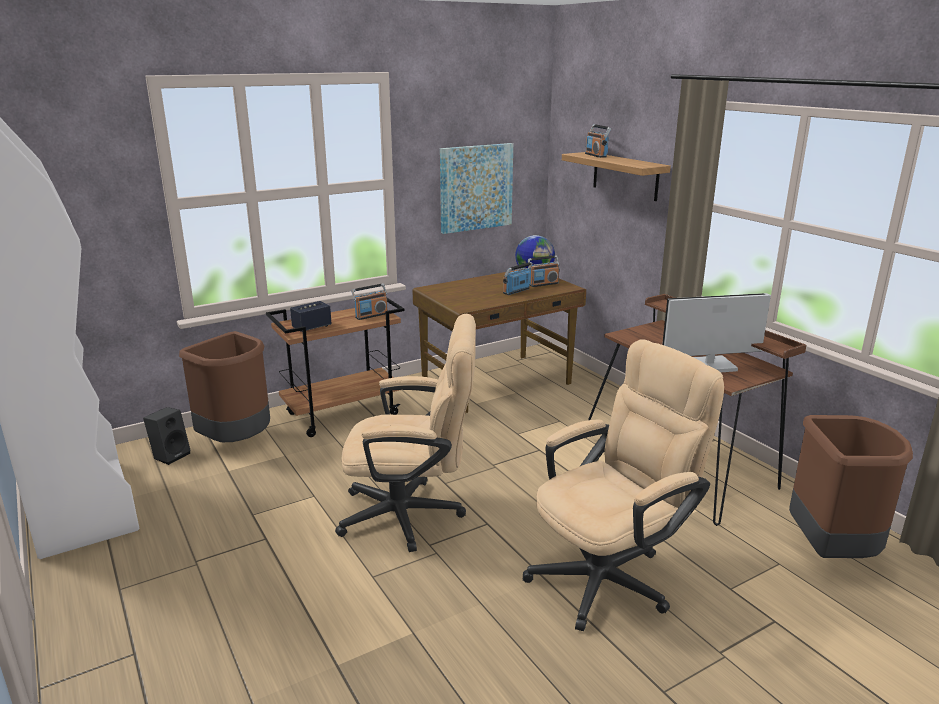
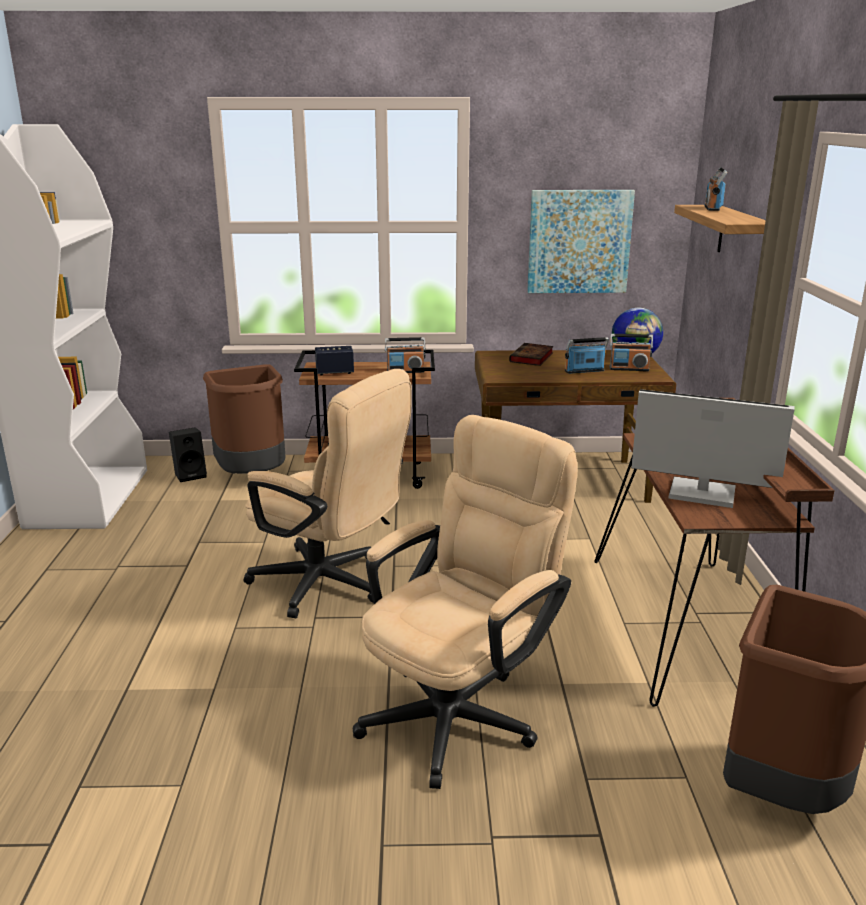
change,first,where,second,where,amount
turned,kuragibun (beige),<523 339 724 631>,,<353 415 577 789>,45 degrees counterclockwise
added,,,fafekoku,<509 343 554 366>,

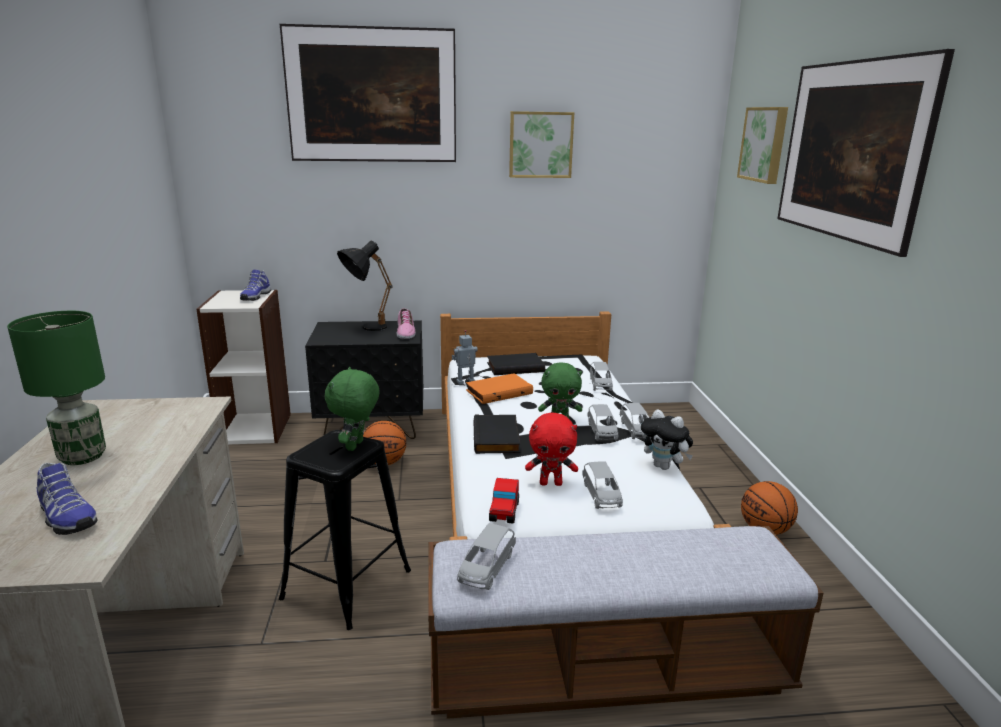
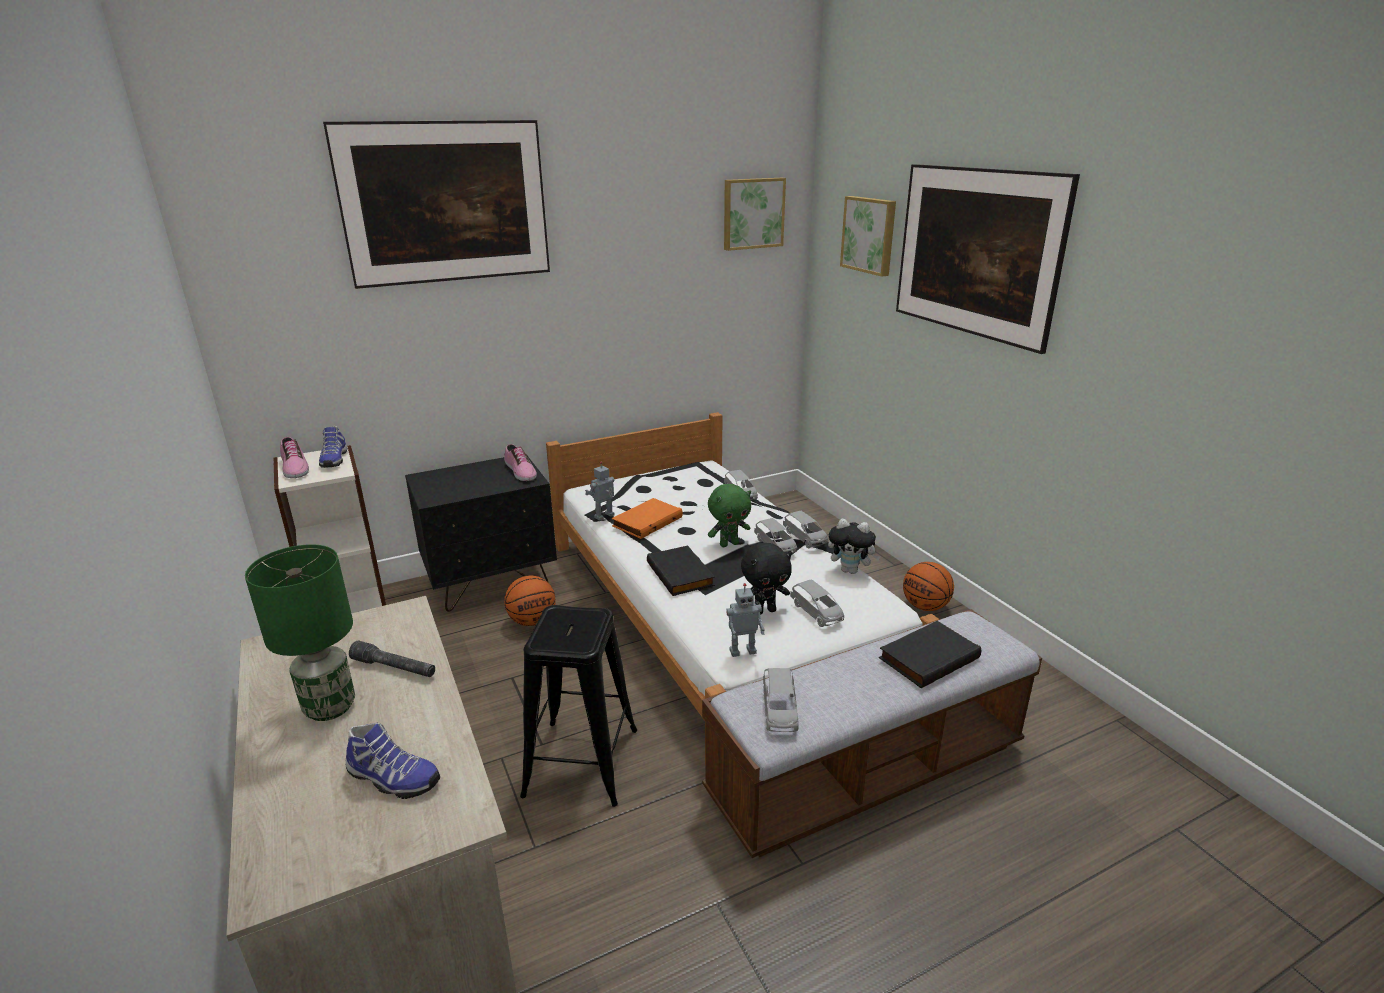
change,first,where,second,where,amount
removed,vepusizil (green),<325 367 380 451>,,,
removed,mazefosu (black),<337 241 392 331>,,,
moved,fafekoku (black),<487 353 545 375>,,<879 621 981 688>,
replaced,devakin,<489 478 519 524>,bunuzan,<726 583 765 657>,
moved,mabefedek,<509 111 574 178>,,<724 178 786 251>,
recoloured,vepusizil (red),<525 413 578 486>,vepusizil (black),<741 543 792 615>,
added,,,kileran,<280 437 309 478>,
added,,,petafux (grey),<349 641 435 677>,

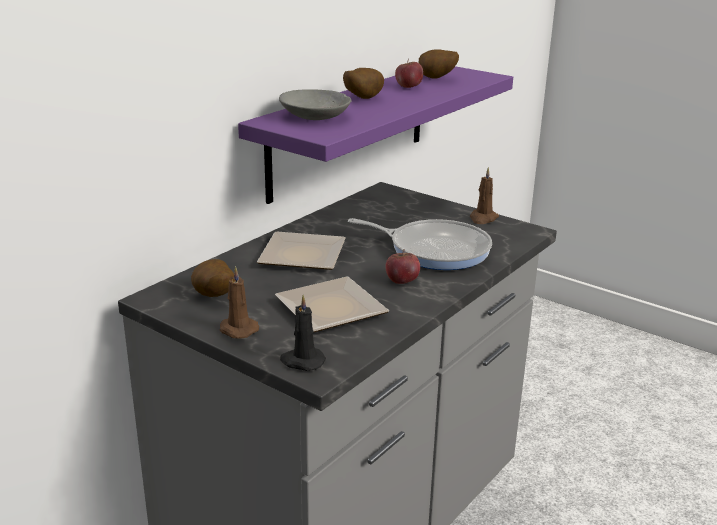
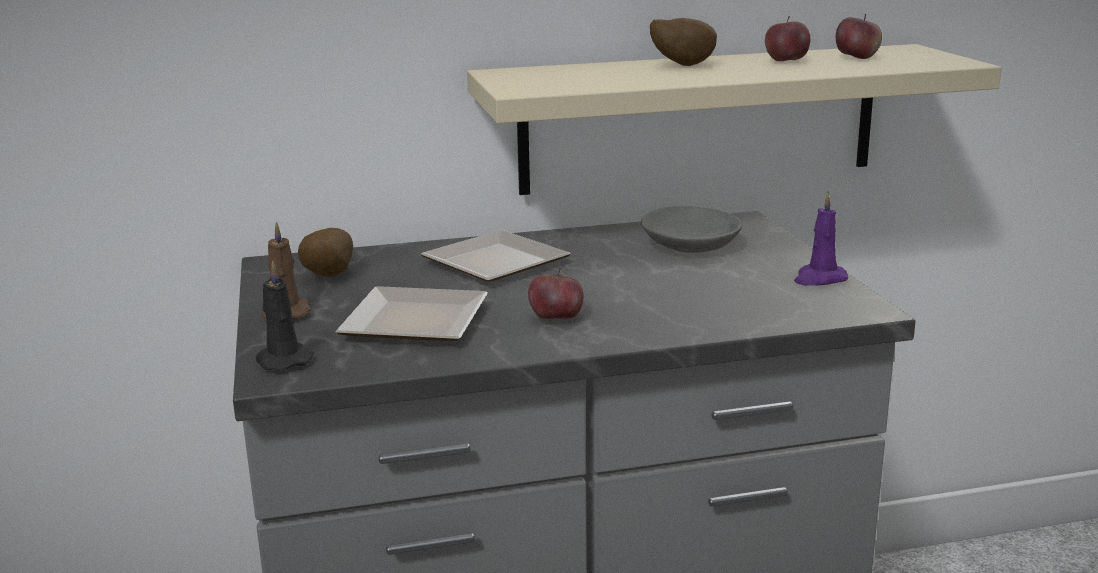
change,first,where,second,where,amount
recoloured,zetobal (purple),<238 66 513 204>,zetobal (beige),<467 44 1002 195>,
moved,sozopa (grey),<279 89 352 120>,,<641 206 742 253>,
removed,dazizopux,<348 218 492 270>,,,
replaced,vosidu,<419 49 459 78>,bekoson,<836 14 882 59>,
recoloured,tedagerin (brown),<470 167 499 224>,tedagerin (purple),<794 192 848 286>,

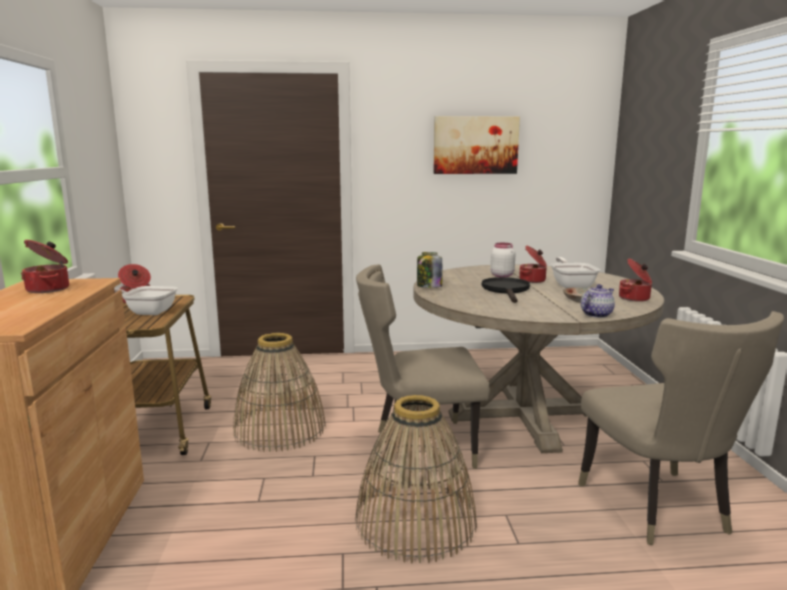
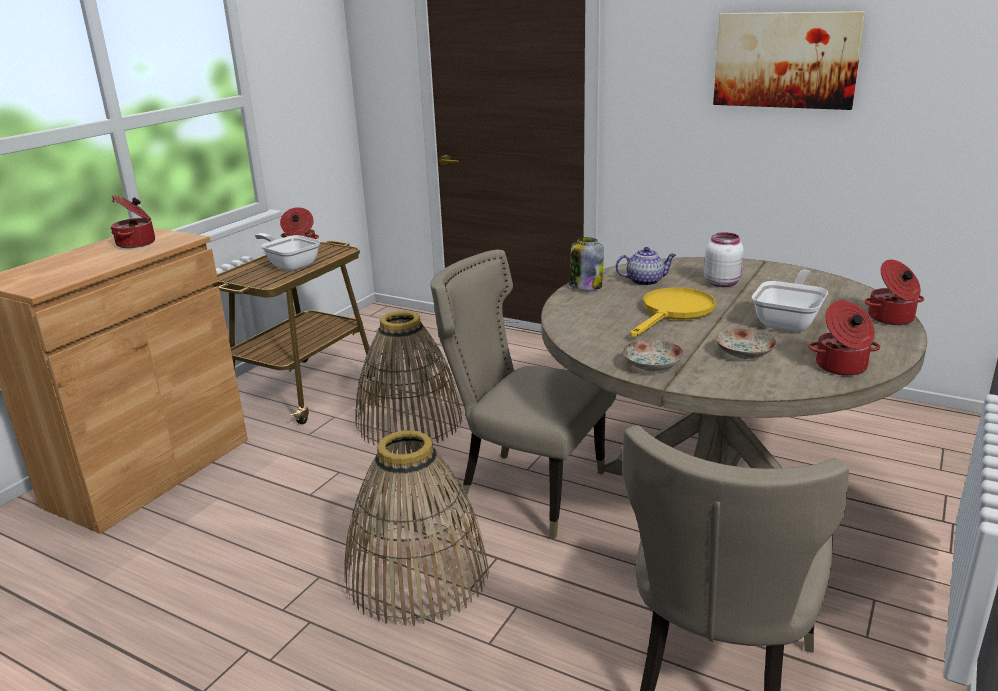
change,first,where,second,where,amount
recoloured,dazizopux (black),<482 277 530 303>,dazizopux (yellow),<630 287 715 337>,
moved,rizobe,<519 245 547 283>,,<864 260 924 325>,
moved,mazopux,<581 284 615 318>,,<616 247 676 286>,
added,,,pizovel,<623 340 684 371>,

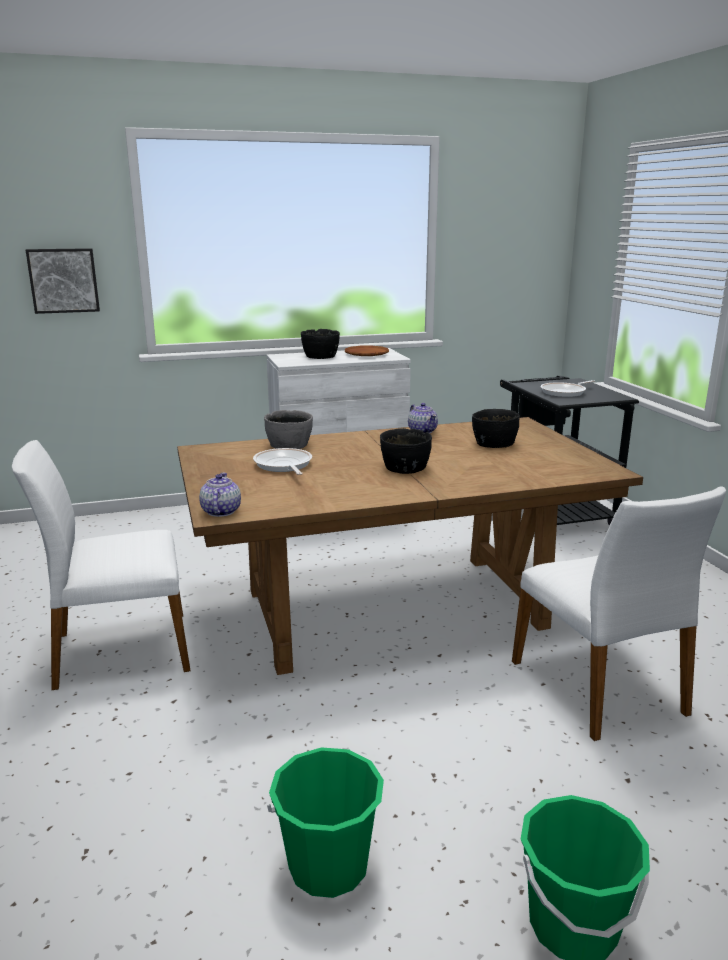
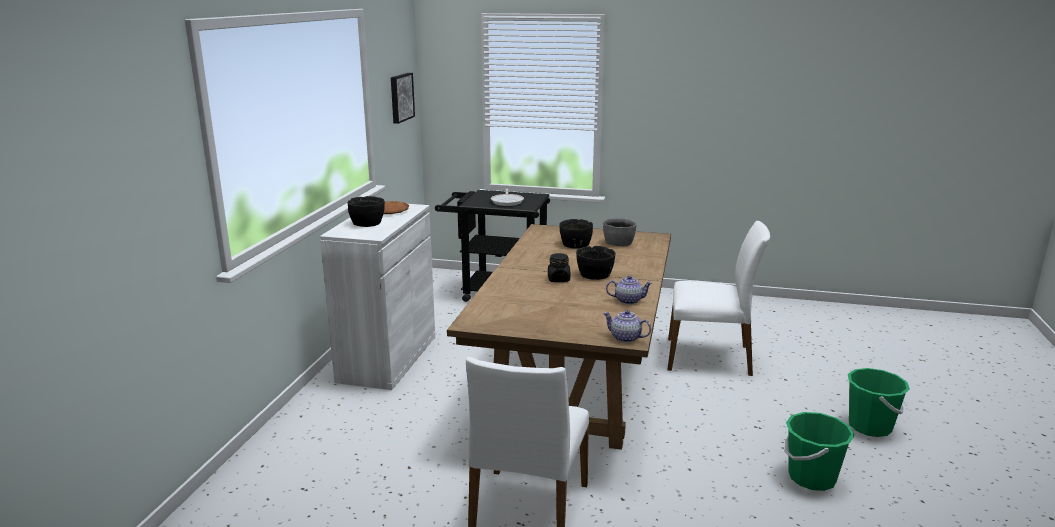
change,first,where,second,where,amount
moved,mabefedek,<26 248 100 314>,,<391 73 415 124>,
removed,dazizopux,<253 448 312 475>,,,
moved,sozopa (grey),<264 410 313 449>,,<603 218 637 246>,
moved,mazopux,<408 403 438 433>,,<606 276 652 305>,
added,,,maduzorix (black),<548 253 570 282>,

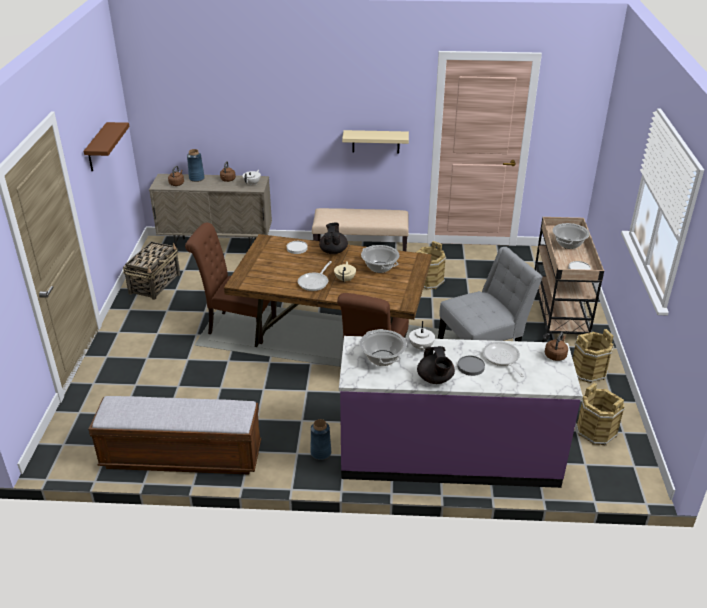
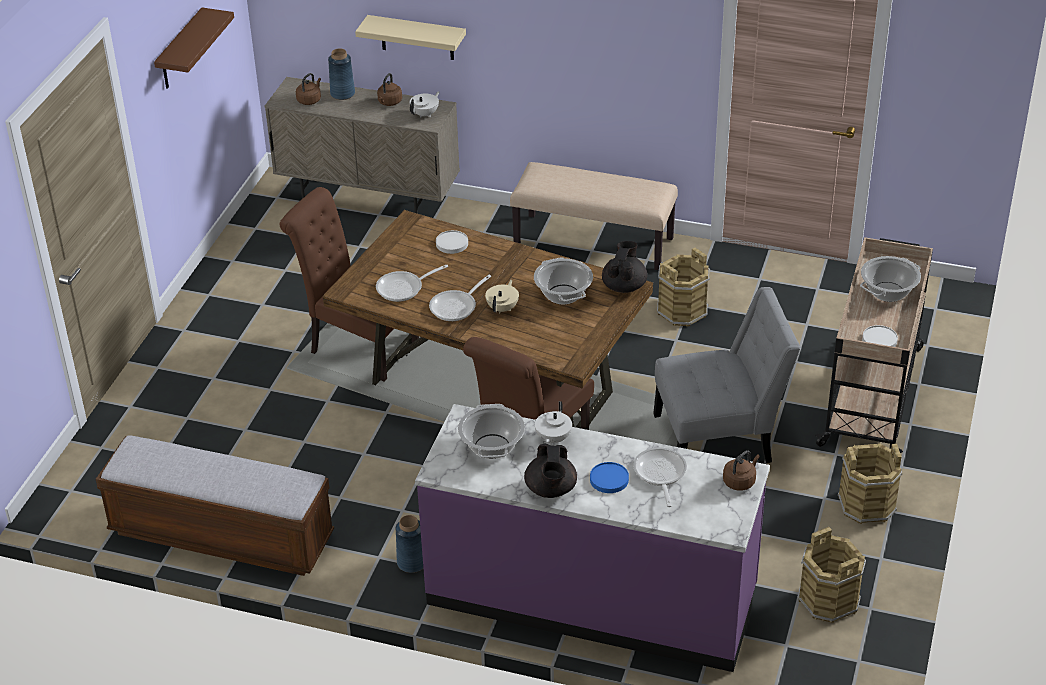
change,first,where,second,where,amount
removed,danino,<123 241 180 300>,,,
moved,mazopux (black),<319 223 348 254>,,<602 241 647 293>,
moved,zetobal (beige),<342 130 409 153>,,<355 15 466 60>,
recoloured,pizovel (grey),<457 355 485 376>,pizovel (blue),<590 462 629 493>,
added,,,dazizopux,<376 264 448 302>,

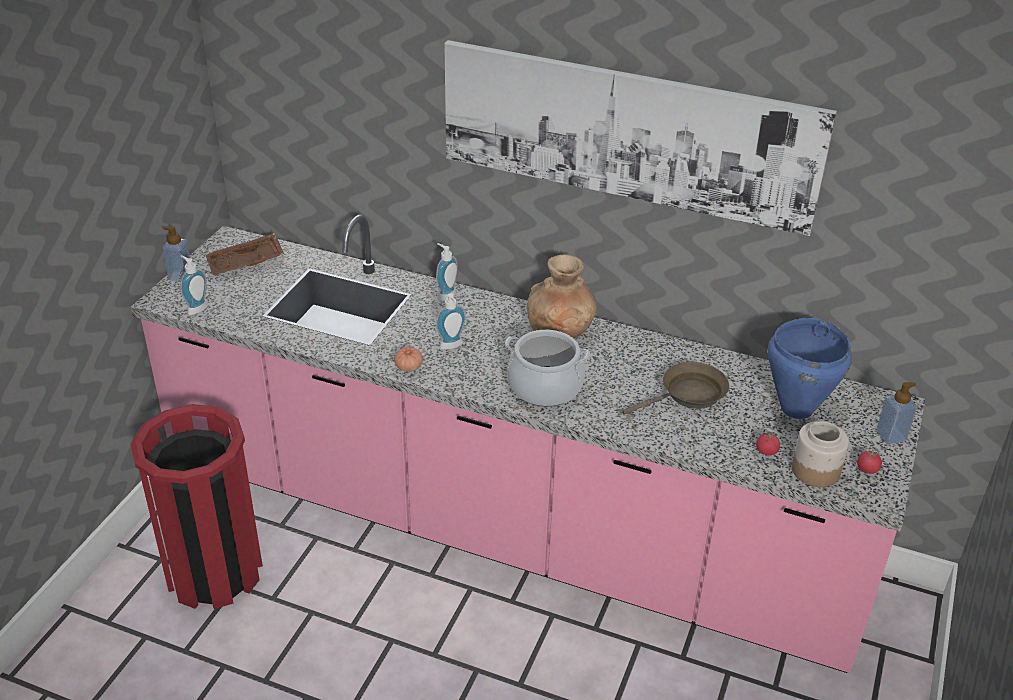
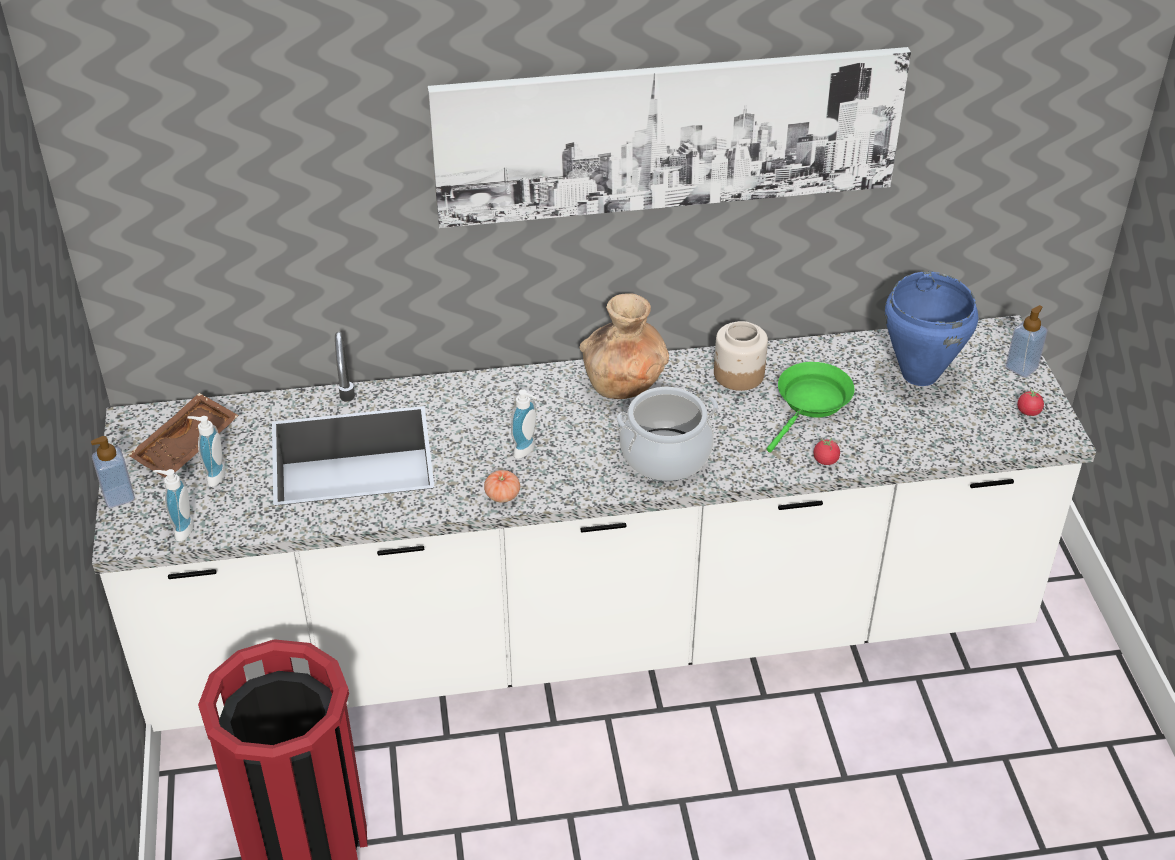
change,first,where,second,where,amount
recoloured,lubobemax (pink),<131 215 925 673>,lubobemax (white),<92 315 1096 732>,
moved,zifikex,<436 243 458 302>,,<187 416 225 487>,
recoloured,dazizopux (brown),<622 362 729 415>,dazizopux (green),<767 362 855 453>,
moved,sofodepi,<756 431 780 455>,,<814 438 840 465>,
moved,maduzorix,<792 421 849 487>,,<714 321 768 391>,

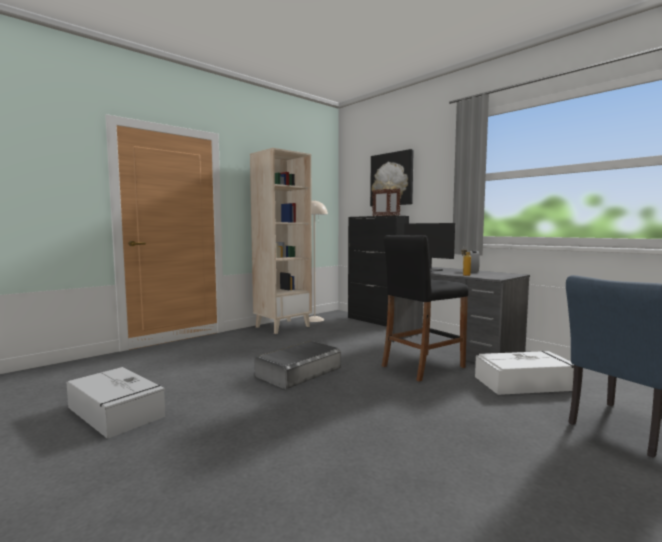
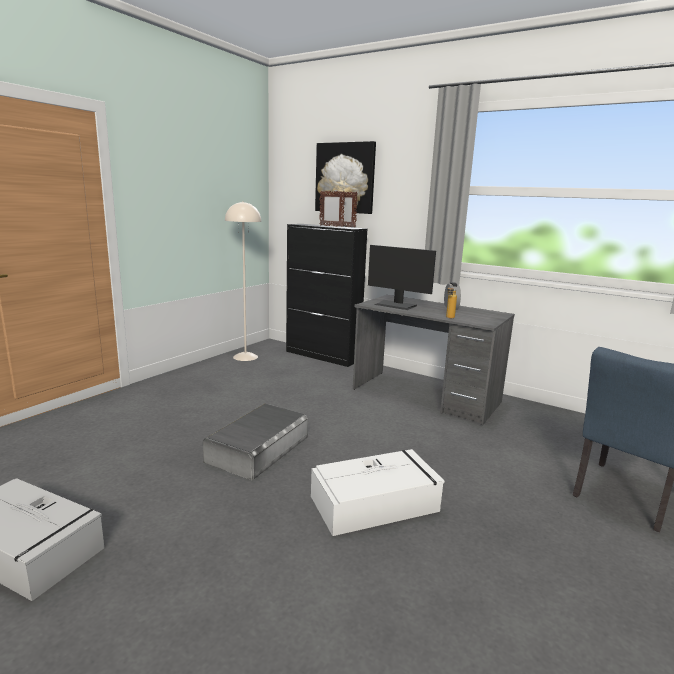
change,first,where,second,where,amount
removed,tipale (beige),<250 148 312 334>,,,
removed,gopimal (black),<382 235 468 382>,,,
moved,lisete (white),<475 351 574 395>,,<311 449 445 536>,

